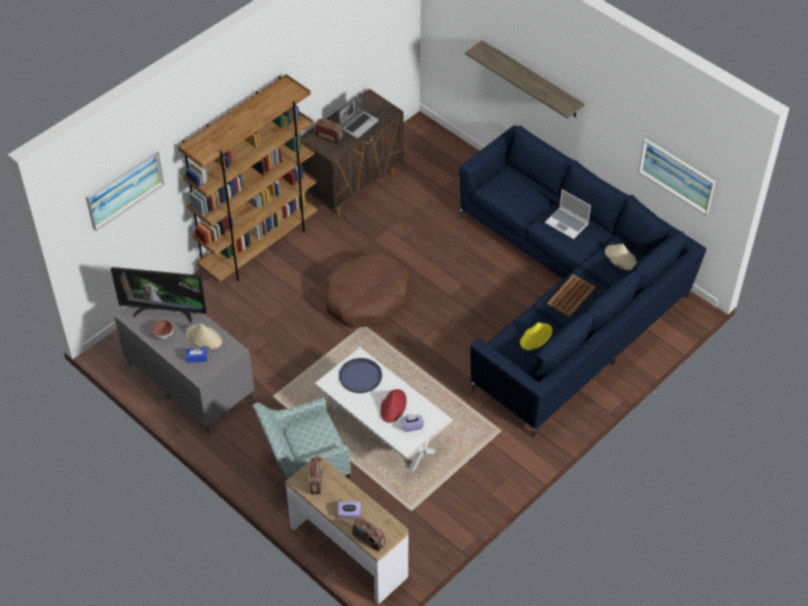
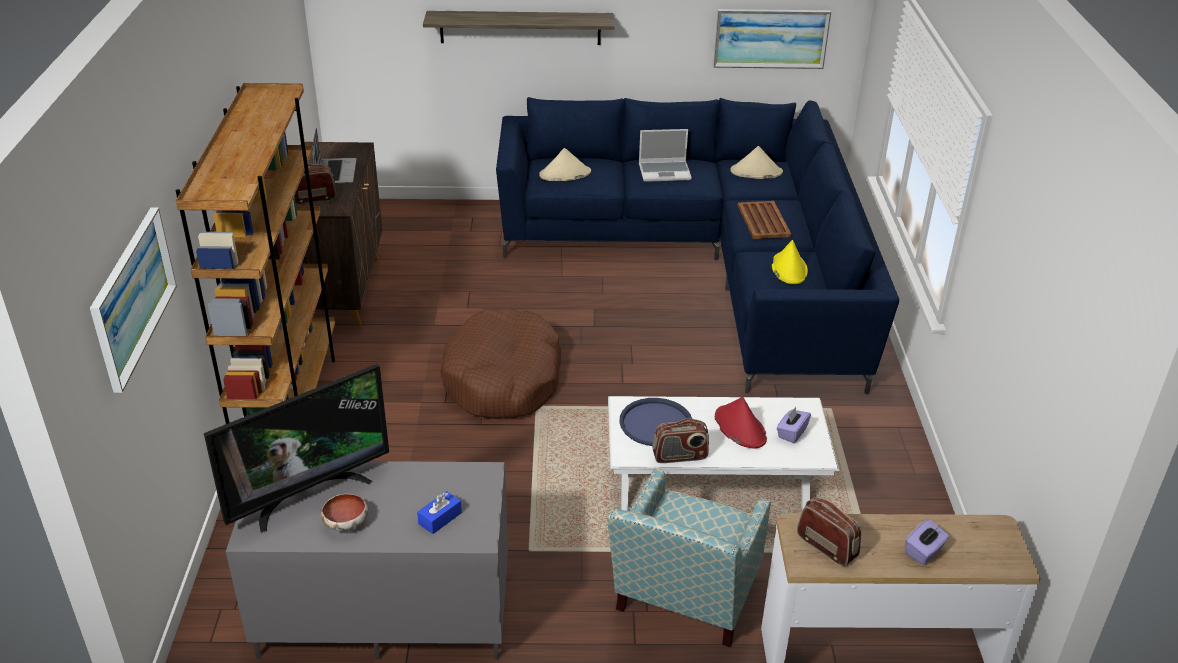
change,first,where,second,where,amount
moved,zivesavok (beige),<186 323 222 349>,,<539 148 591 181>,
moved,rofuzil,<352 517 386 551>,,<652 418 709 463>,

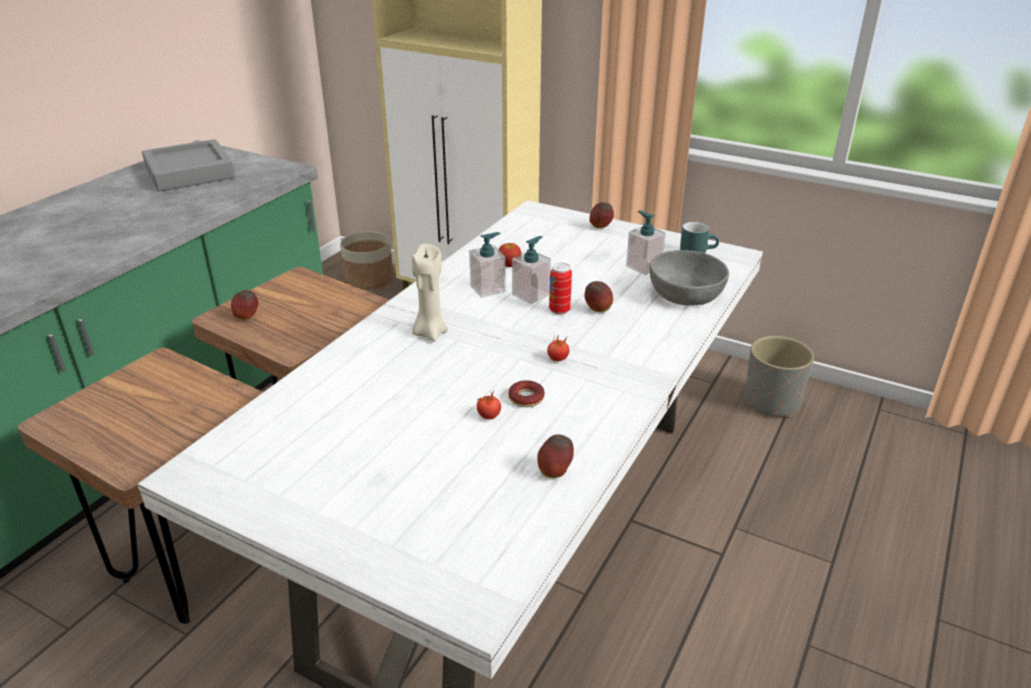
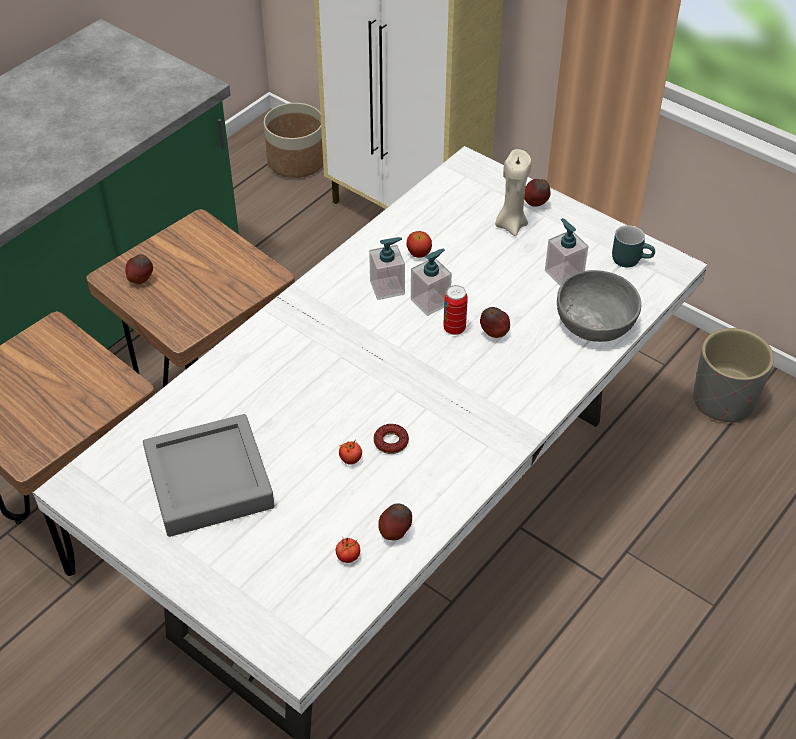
change,first,where,second,where,amount
moved,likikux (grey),<142 139 235 192>,,<143 414 275 537>,
moved,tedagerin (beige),<412 244 448 341>,,<495 149 531 236>,
moved,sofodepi,<547 336 569 361>,,<336 538 360 563>,

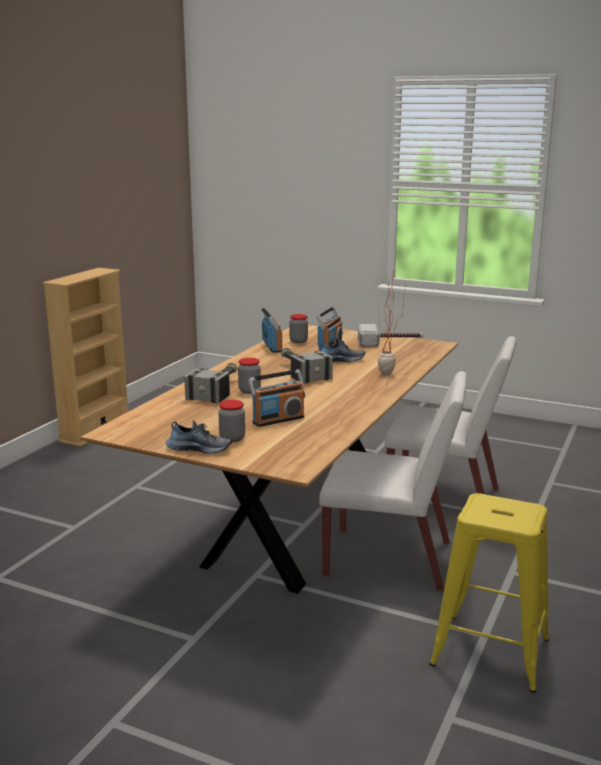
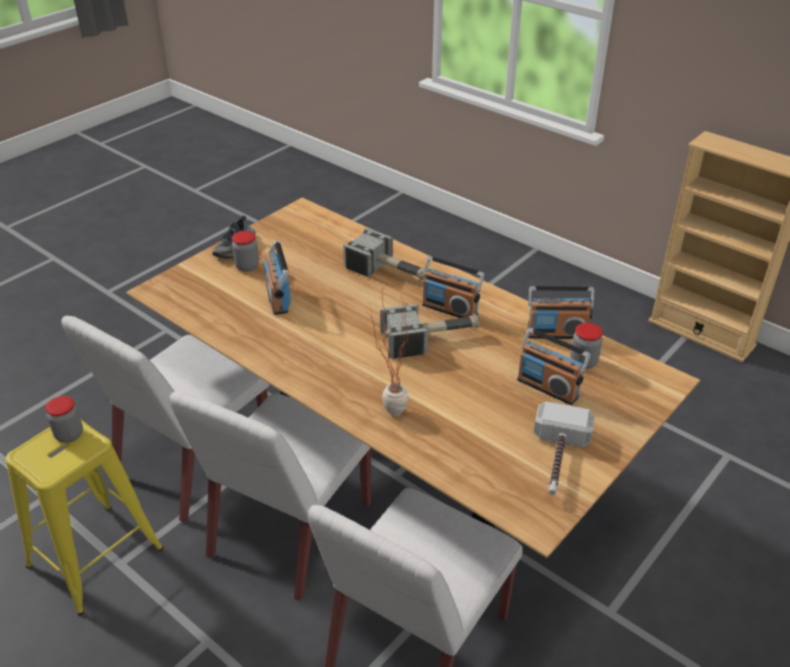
change,first,where,second,where,amount
moved,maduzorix,<238 358 261 394>,,<45 396 83 443>,
removed,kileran,<320 339 365 363>,,,
added,,,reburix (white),<61 315 270 523>,
added,,,rofuzil,<422 256 484 318>,

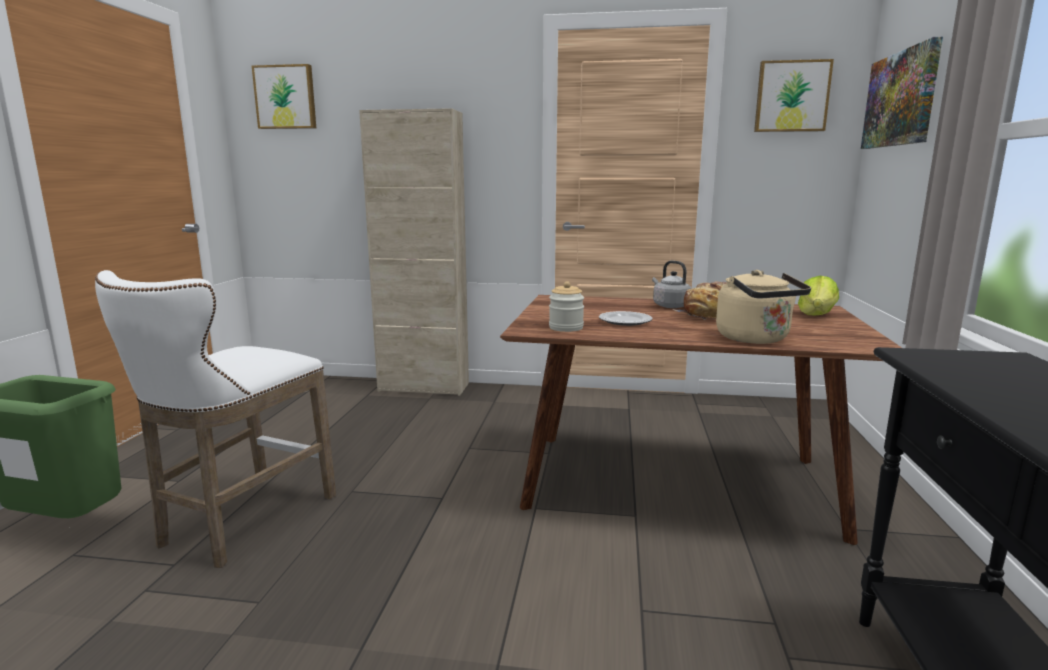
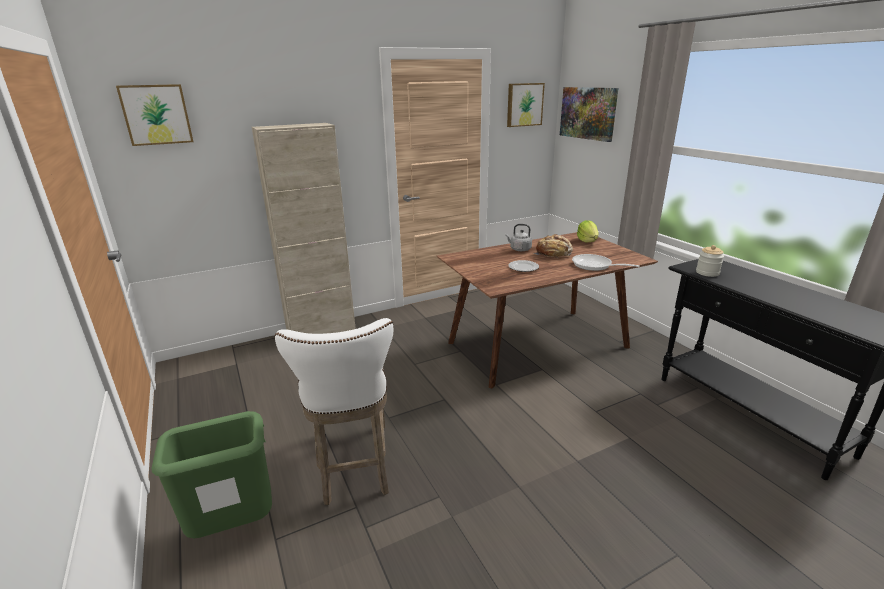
change,first,where,second,where,amount
moved,maduzorix,<549 281 584 332>,,<696 245 724 277>,
replaced,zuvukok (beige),<716 270 811 344>,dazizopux,<572 254 639 271>,

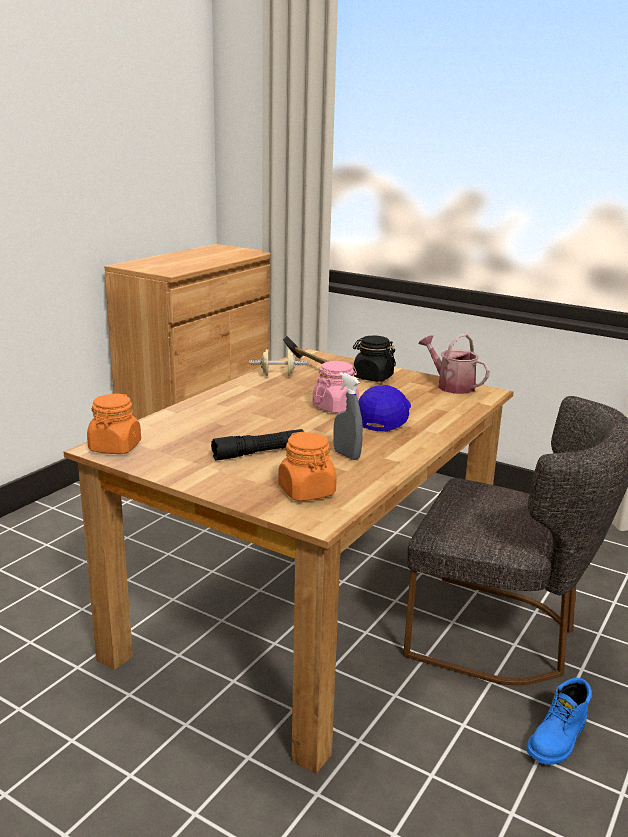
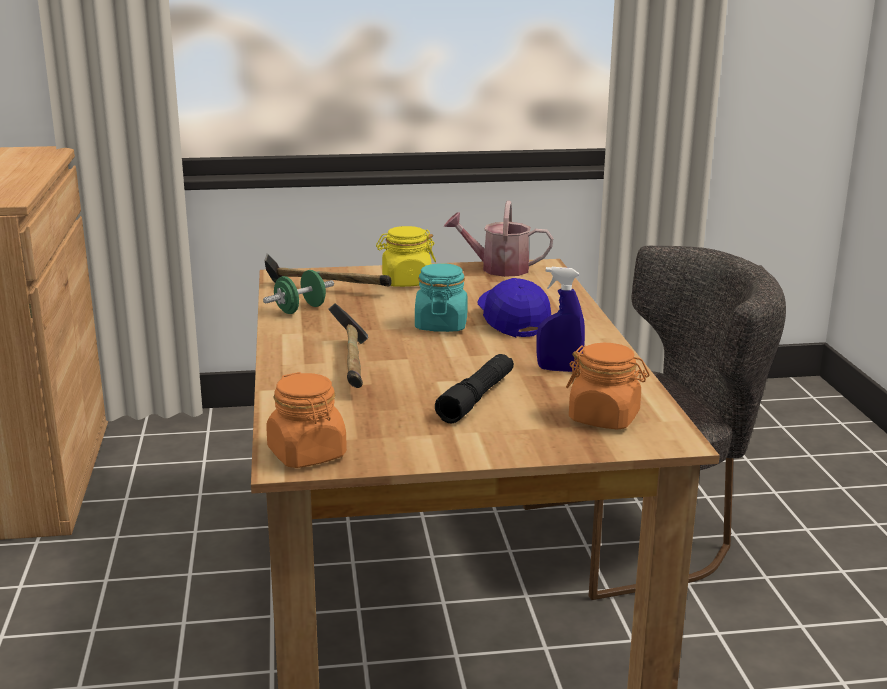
change,first,where,second,where,amount
recoloured,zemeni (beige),<249 349 307 376>,zemeni (green),<263 270 334 314>,
recoloured,maduzorix (pink),<313 361 359 413>,maduzorix (turquoise),<415 263 468 332>,
recoloured,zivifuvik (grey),<334 373 363 460>,zivifuvik (blue),<537 267 585 372>,
recoloured,maduzorix (black),<353 336 396 382>,maduzorix (yellow),<376 226 436 287>,
removed,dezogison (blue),<527 678 592 765>,,,
added,,,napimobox,<328 303 368 388>,

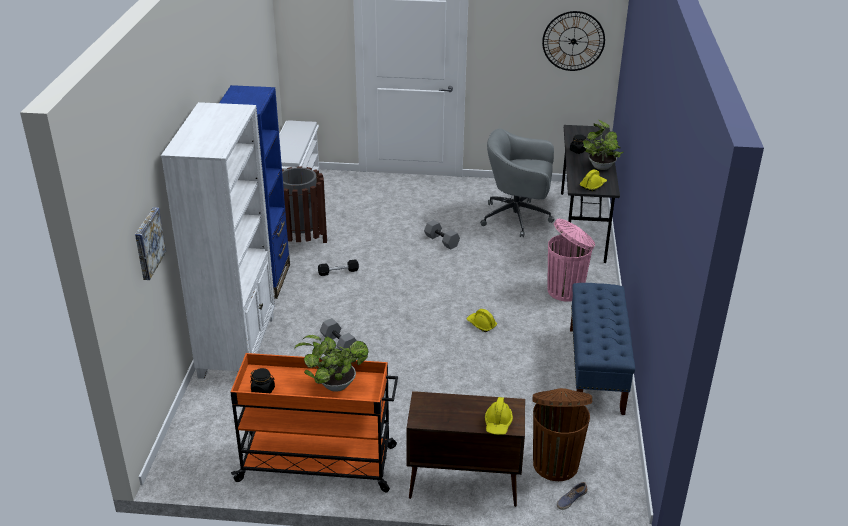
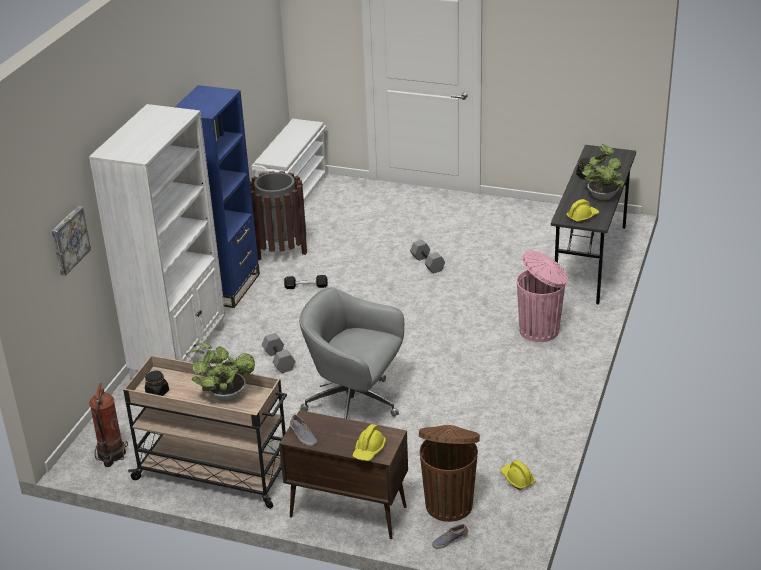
change,first,where,second,where,amount
recoloured,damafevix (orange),<230 353 398 492>,damafevix (beige),<123 355 287 509>,
moved,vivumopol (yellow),<466 309 497 332>,,<500 460 536 490>,
moved,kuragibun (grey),<480 129 555 237>,,<299 287 404 419>,
removed,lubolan,<542 11 605 71>,,,
removed,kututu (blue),<570 283 635 415>,,,
added,,,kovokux,<89 383 128 467>,
added,,,kileran,<290 414 317 446>,

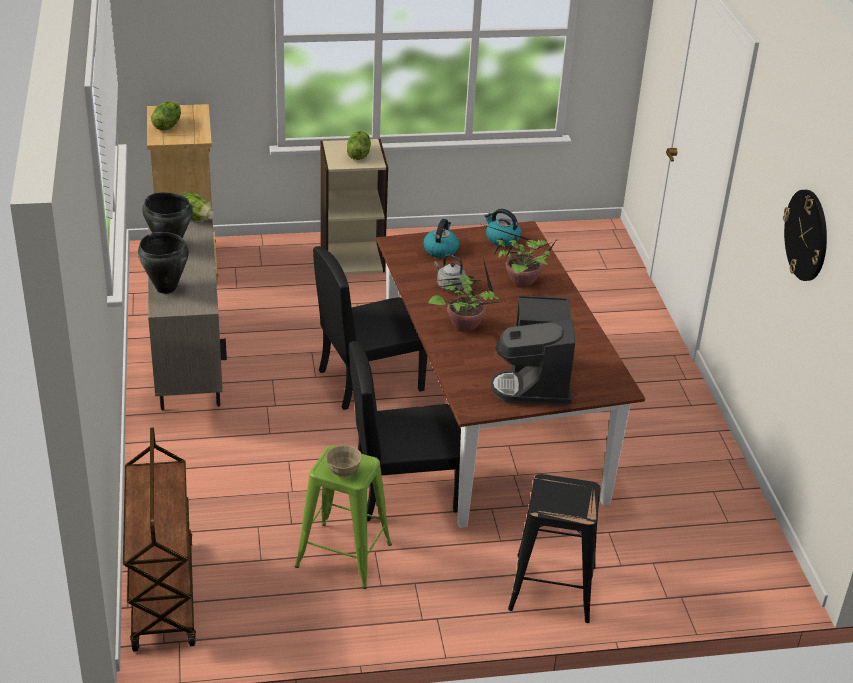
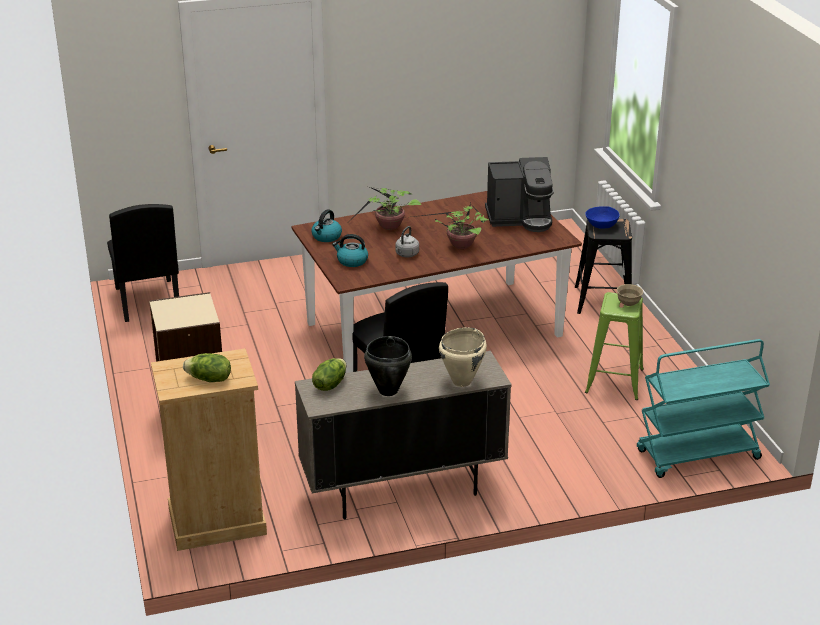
change,first,where,second,where,amount
recoloured,damafevix (brown),<123 427 196 652>,damafevix (turquoise),<637 339 770 478>,
recoloured,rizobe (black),<138 232 189 294>,rizobe (beige),<439 327 487 387>,
removed,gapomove,<347 131 371 160>,,,
moved,reburix (black),<349 341 461 521>,,<107 204 179 322>,
removed,lubolan,<783 190 827 281>,,,
added,,,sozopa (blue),<585 206 620 229>,

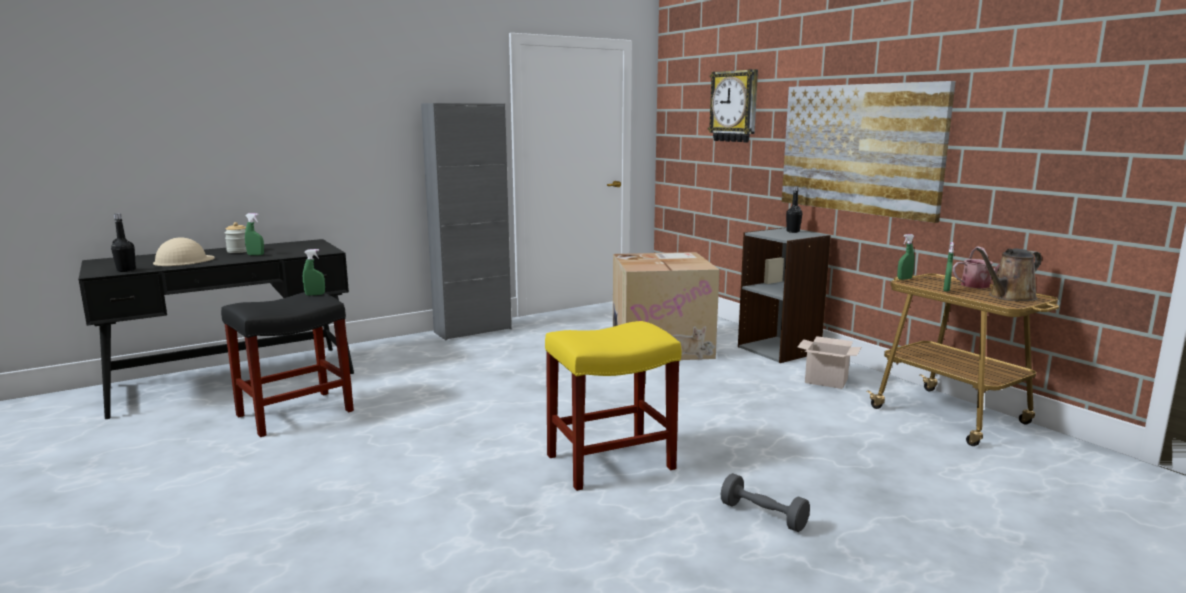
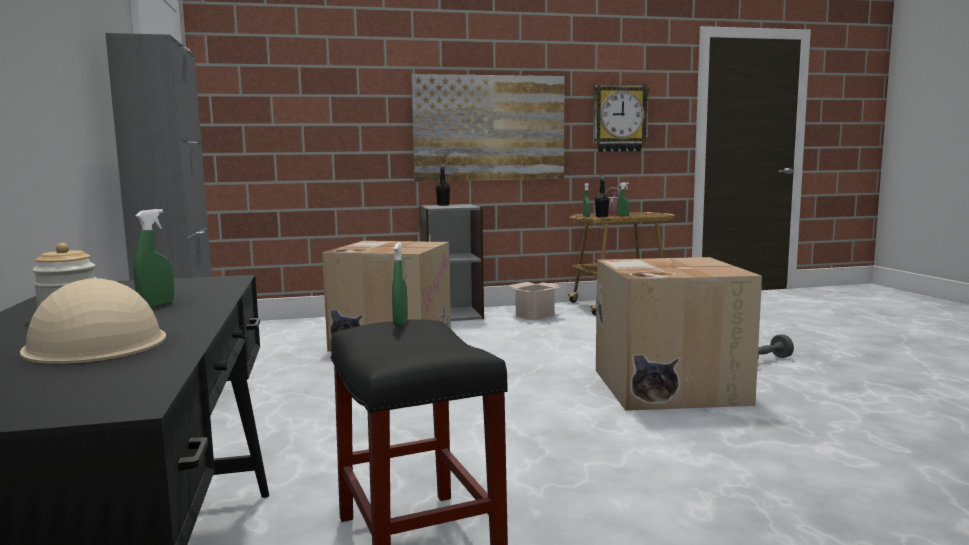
change,first,where,second,where,amount
moved,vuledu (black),<111 213 136 272>,,<595 175 609 217>,
replaced,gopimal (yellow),<545 321 681 491>,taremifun,<596 257 762 411>,
moved,lubolan,<708 69 758 143>,,<593 85 650 152>,
removed,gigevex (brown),<976 248 1042 301>,,,

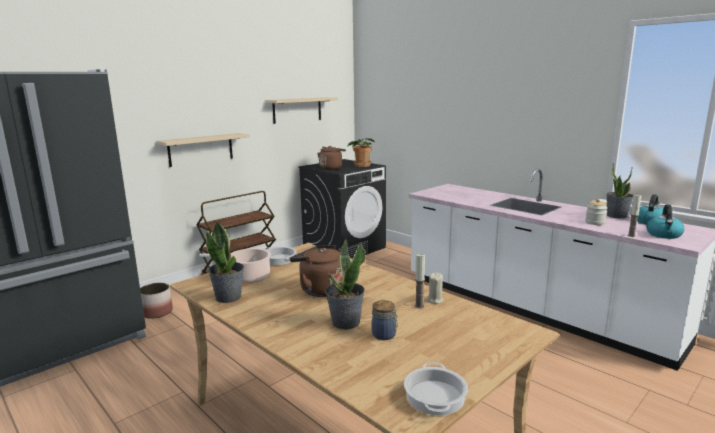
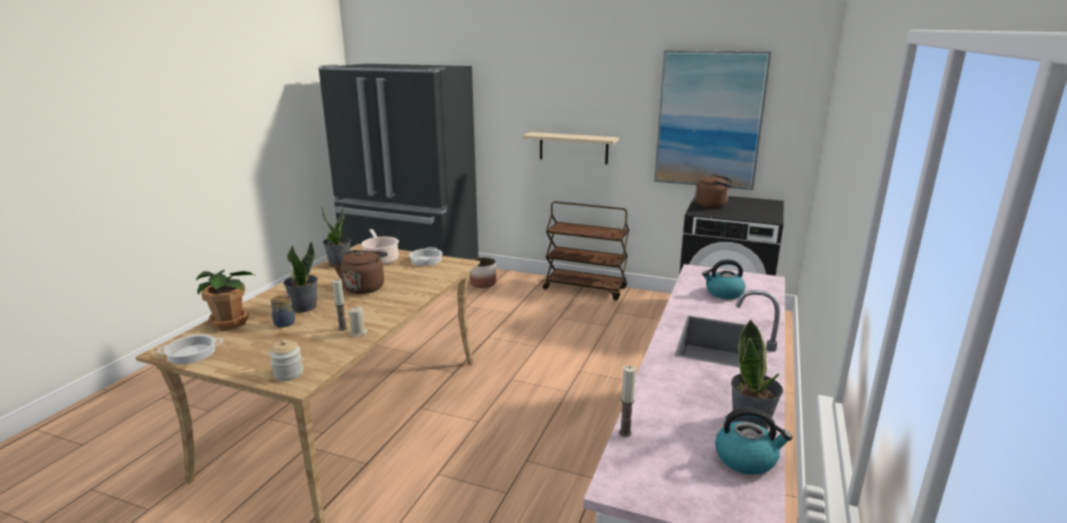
change,first,where,second,where,amount
replaced,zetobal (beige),<265 97 338 124>,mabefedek,<654 50 771 190>,
moved,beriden,<347 138 375 167>,,<196 270 254 331>,
moved,maduzorix,<585 199 607 225>,,<269 339 303 381>,
moved,zuvukok,<646 205 684 239>,,<702 259 745 299>,

